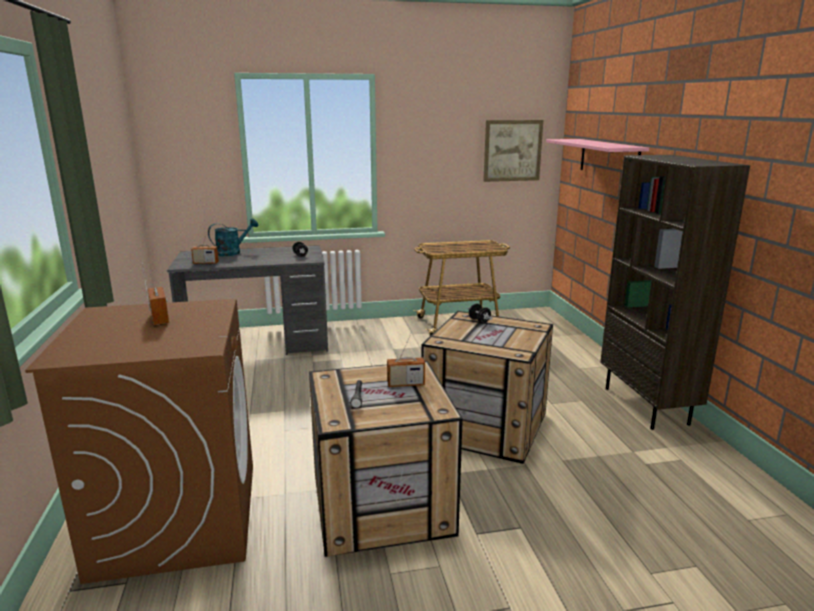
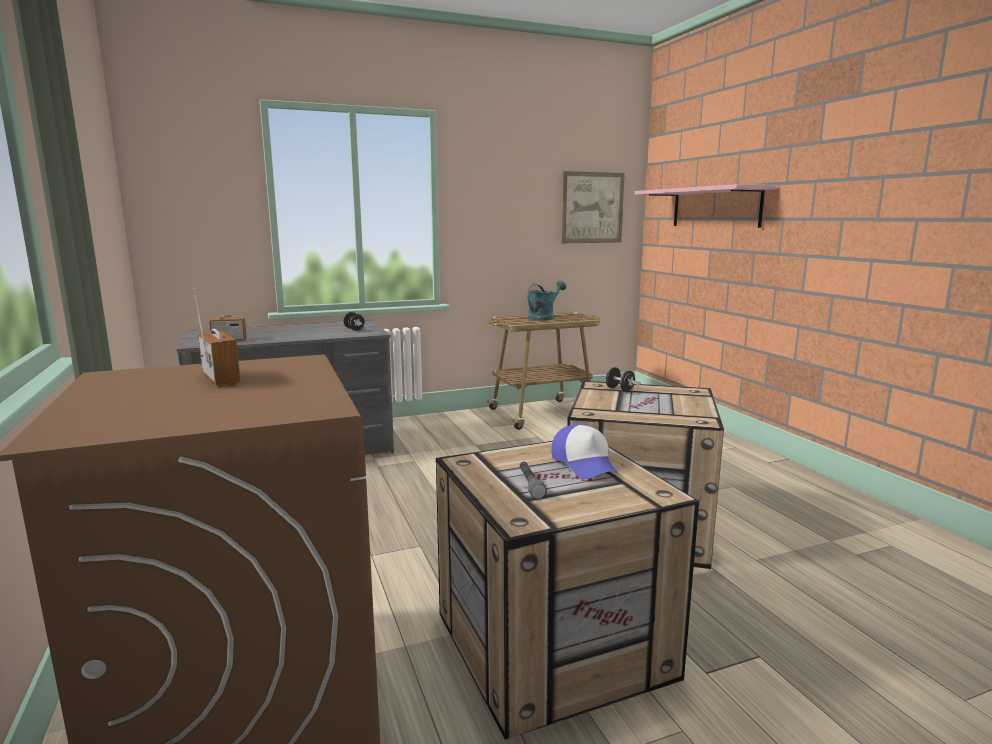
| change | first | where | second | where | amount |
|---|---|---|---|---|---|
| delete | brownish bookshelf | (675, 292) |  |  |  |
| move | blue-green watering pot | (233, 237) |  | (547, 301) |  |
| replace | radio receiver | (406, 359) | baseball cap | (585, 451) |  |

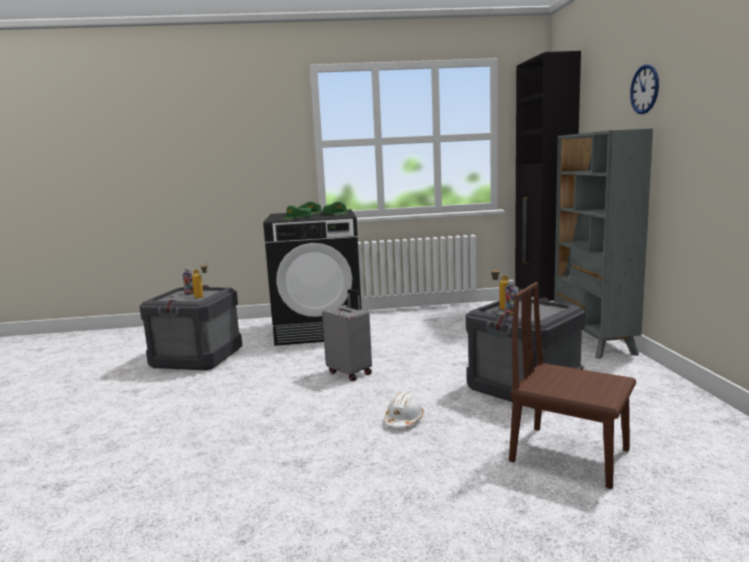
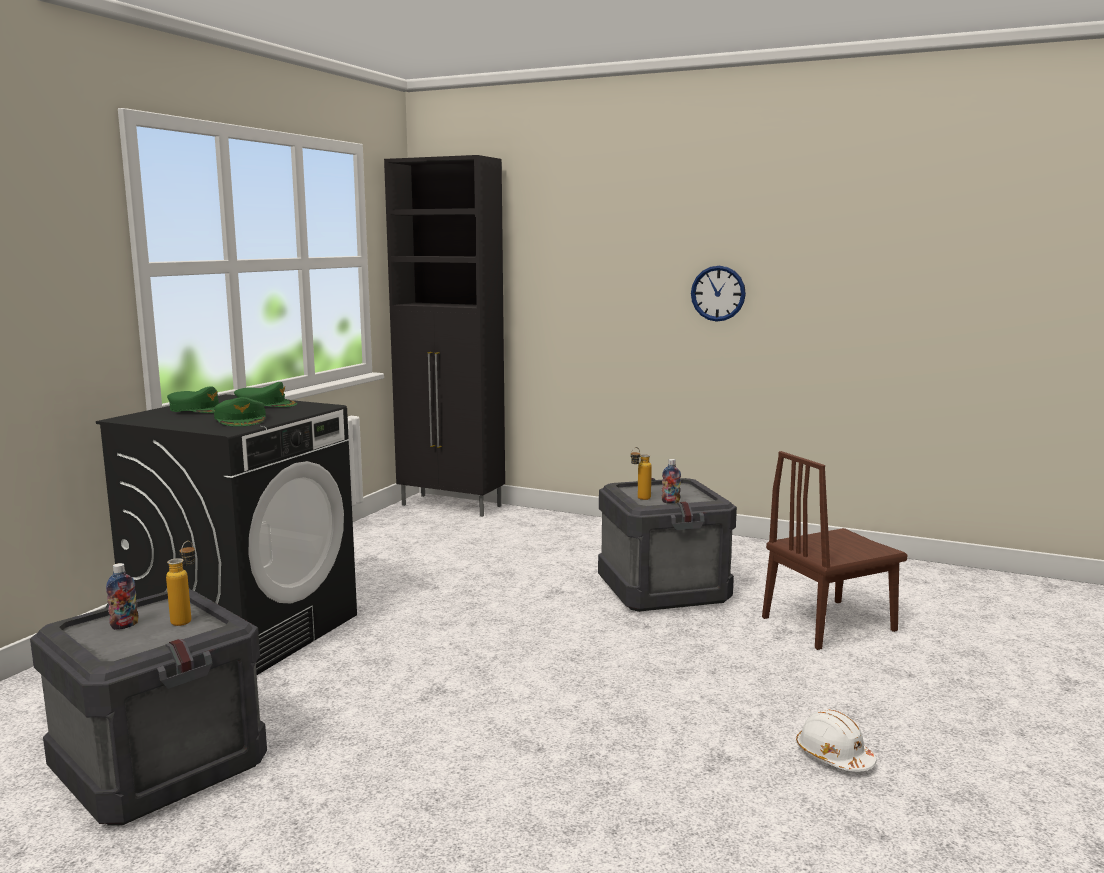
| change | first | where | second | where | amount |
|---|---|---|---|---|---|
| move | hanging clock | (644, 89) |  | (718, 294) |  |
| delete | grey bookshelf | (603, 243) |  |  |  |
| delete | grey suitcase | (347, 335) |  |  |  |
| move | white-coloured work helmet | (404, 410) |  | (836, 741) |  |

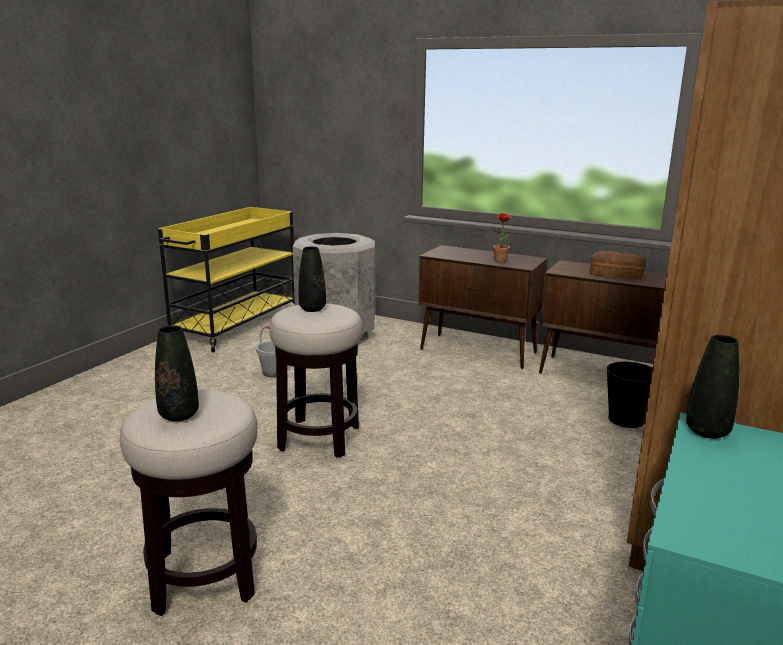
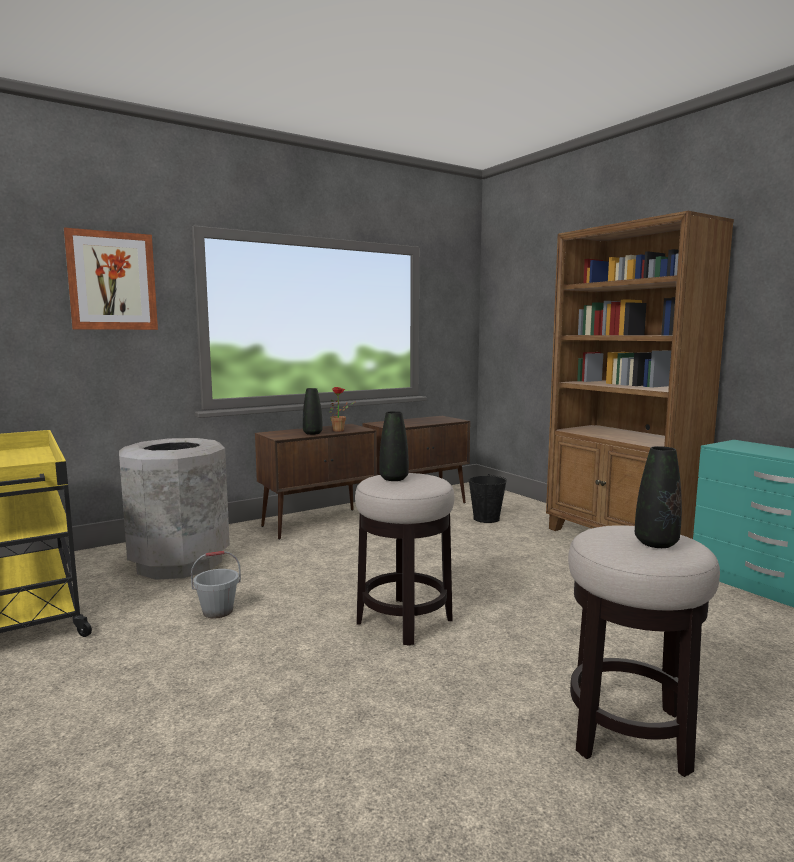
| change | first | where | second | where | amount |
|---|---|---|---|---|---|
| delete | bread | (618, 265) |  |  |  |
| move | black-coloured flower vase | (712, 387) |  | (312, 411) |  |
| insert |  |  | wall picture | (111, 278) |  |

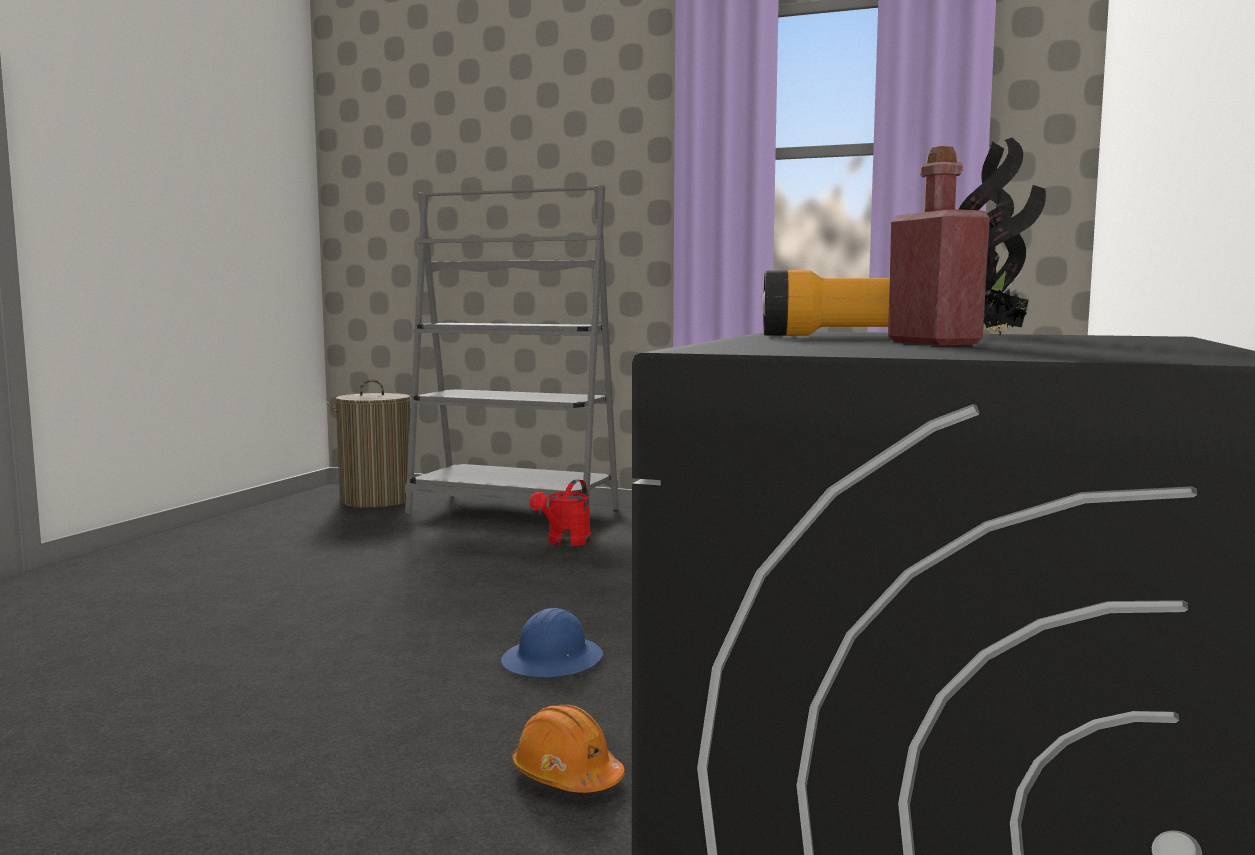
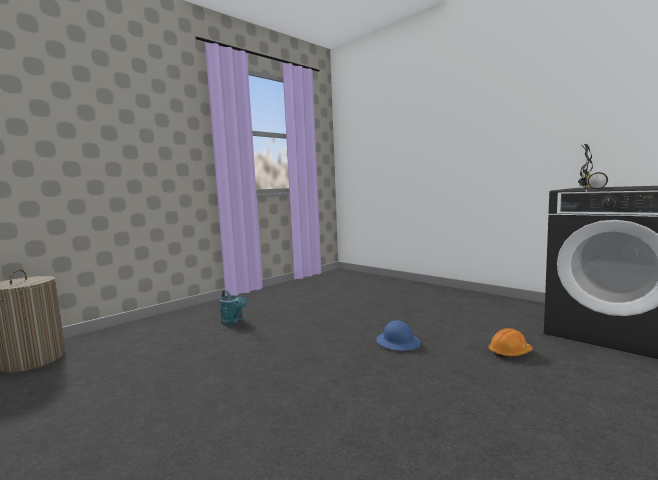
| change | first | where | second | where | amount |
|---|---|---|---|---|---|
| delete | red-coloured beverage bottle | (939, 245) |  |  |  |
| delete | grey bookshelf | (512, 349) |  |  |  |
| recolor | red-coloured watering pot | (560, 512) | blue-green watering pot | (233, 307) |  |

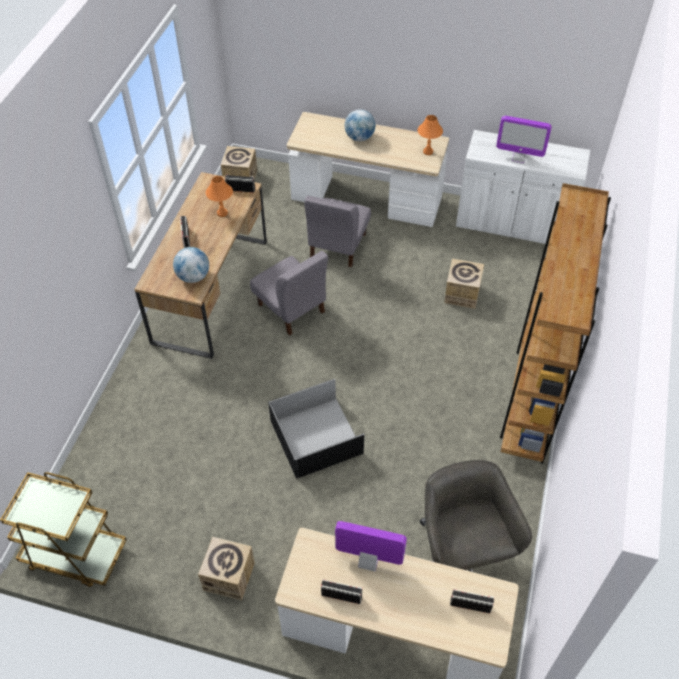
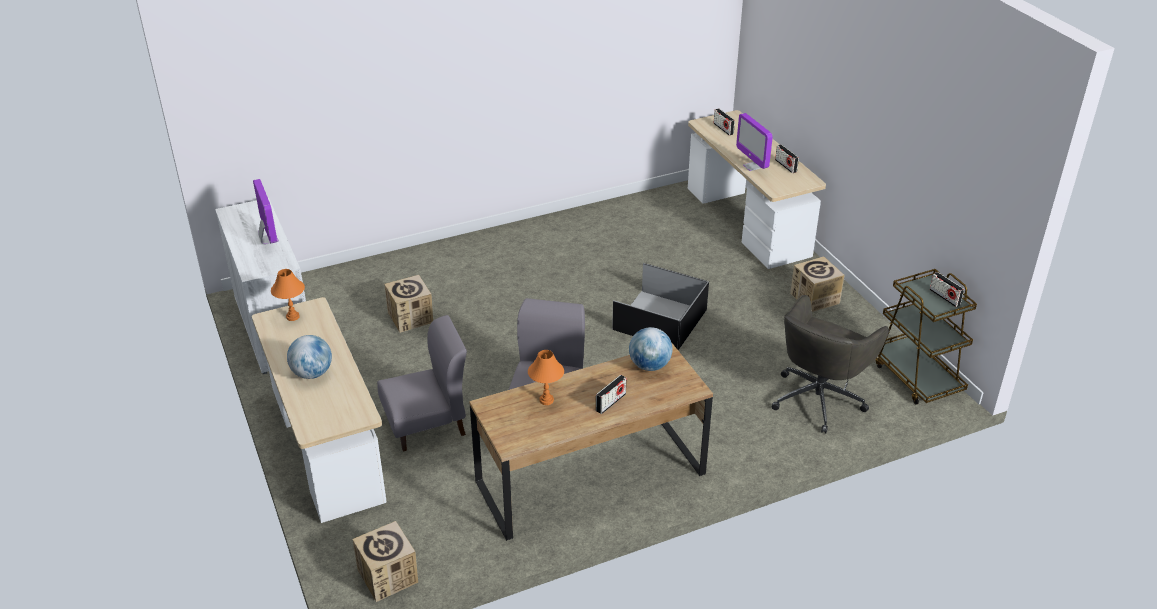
| change | first | where | second | where | amount |
|---|---|---|---|---|---|
| move | radio receiver | (240, 183) |  | (947, 289) |  |
| delete | brownish bookshelf | (555, 323) |  |  |  |
| move | grey computer chair | (476, 516) |  | (831, 364) |  |

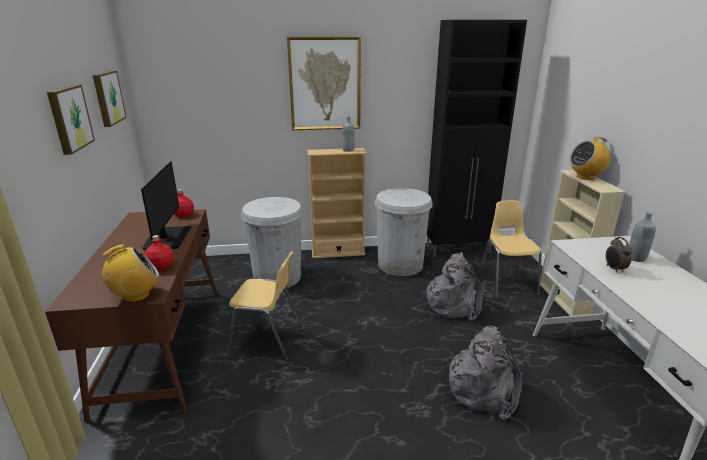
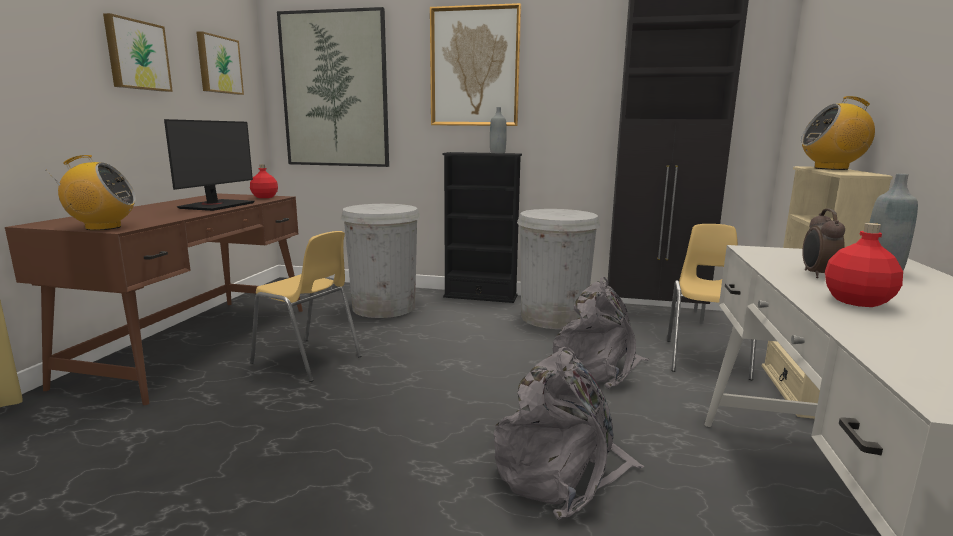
| change | first | where | second | where | amount |
|---|---|---|---|---|---|
| recolor | beige-coloured bookshelf | (337, 203) | black-coloured bookshelf | (482, 227) |  |
| move | red-coloured beverage bottle | (159, 253) |  | (864, 265) |  |
| insert |  |  | wall picture | (333, 87) |  |

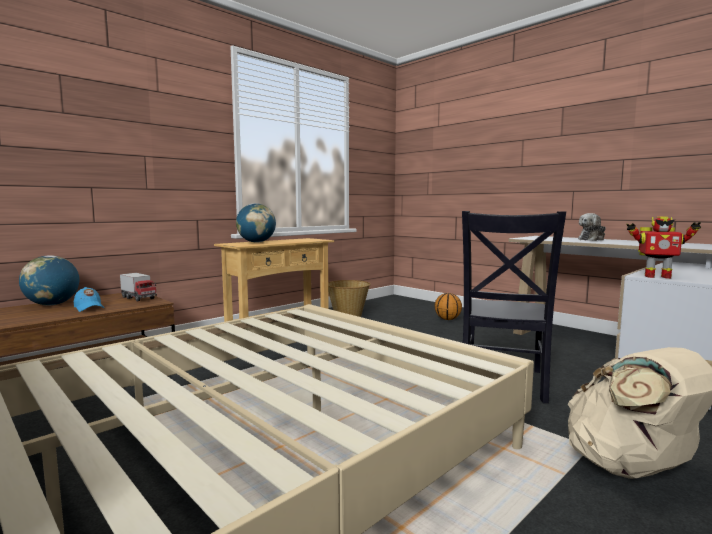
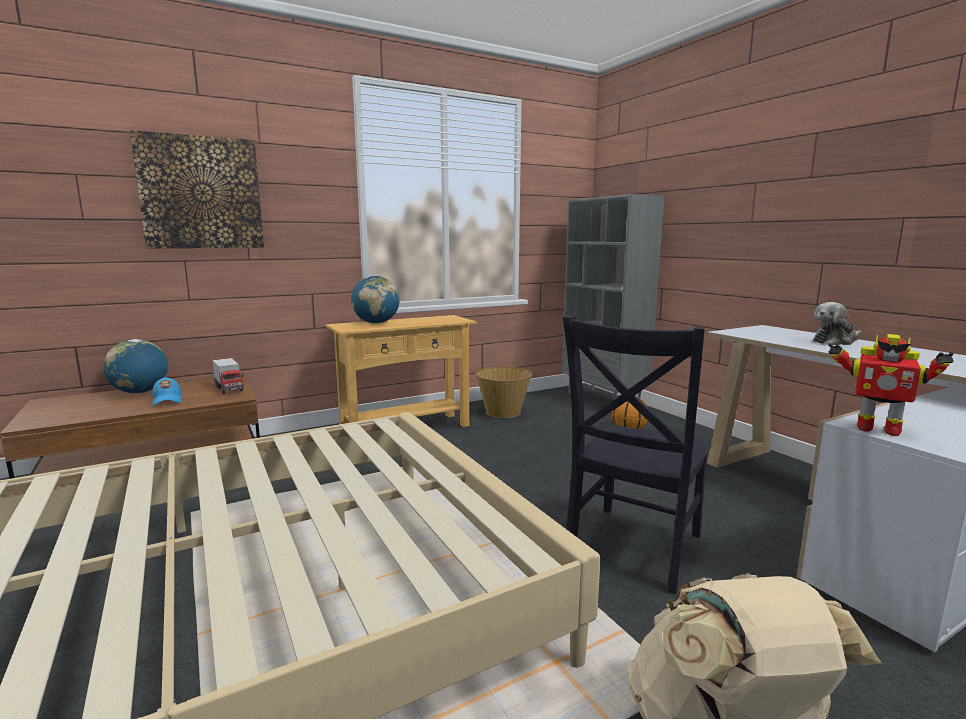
| change | first | where | second | where | amount |
|---|---|---|---|---|---|
| insert |  |  | wall picture | (197, 189) |  |
| insert |  |  | grey bookshelf | (613, 297) |  |

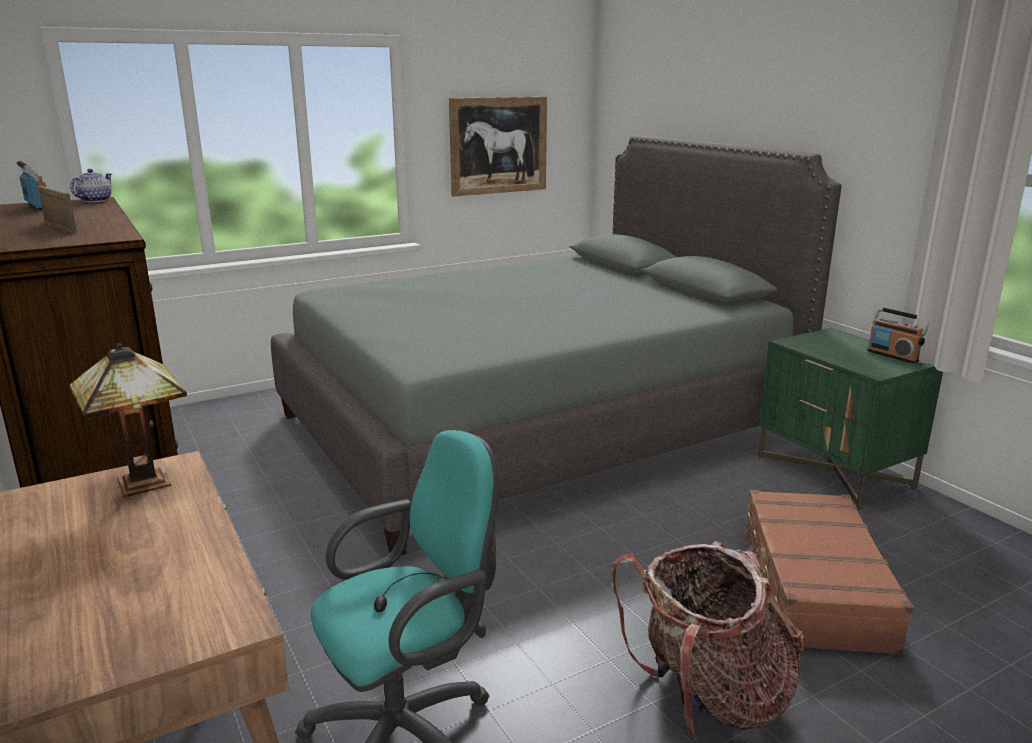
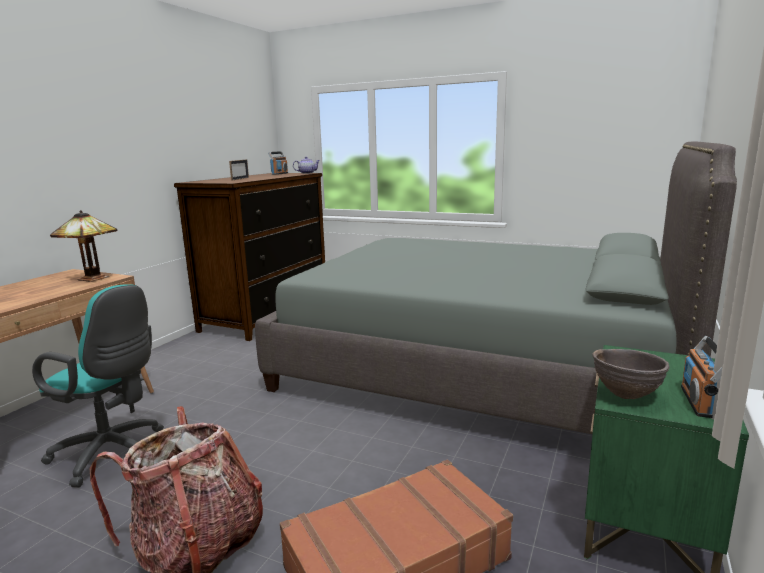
| change | first | where | second | where | amount |
|---|---|---|---|---|---|
| delete | wall picture | (498, 147) |  |  |  |
| insert |  |  | brownish serving bowl | (631, 374) |  |

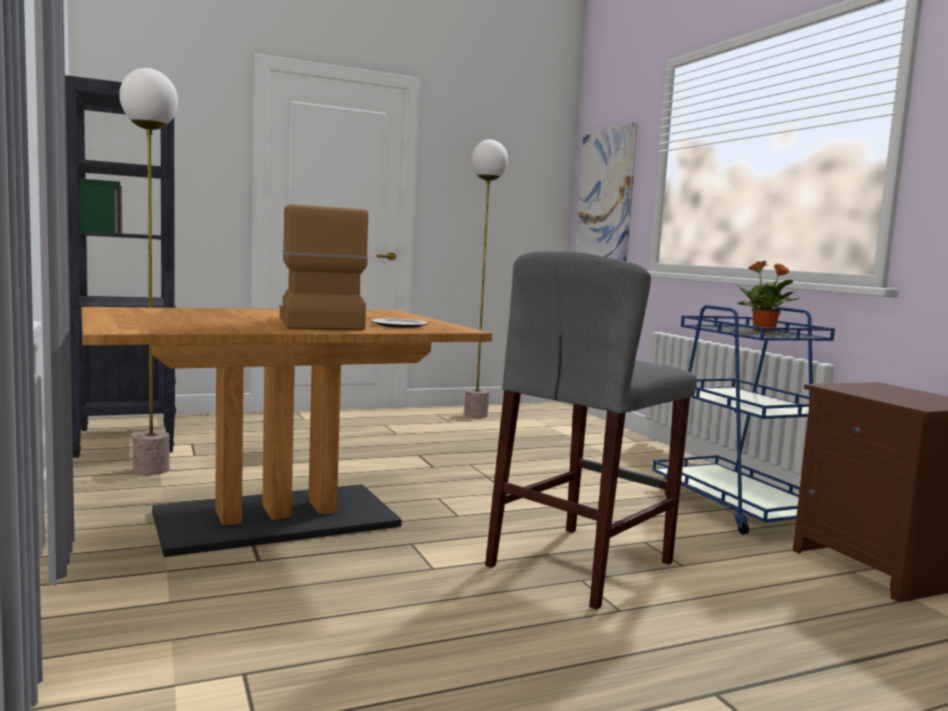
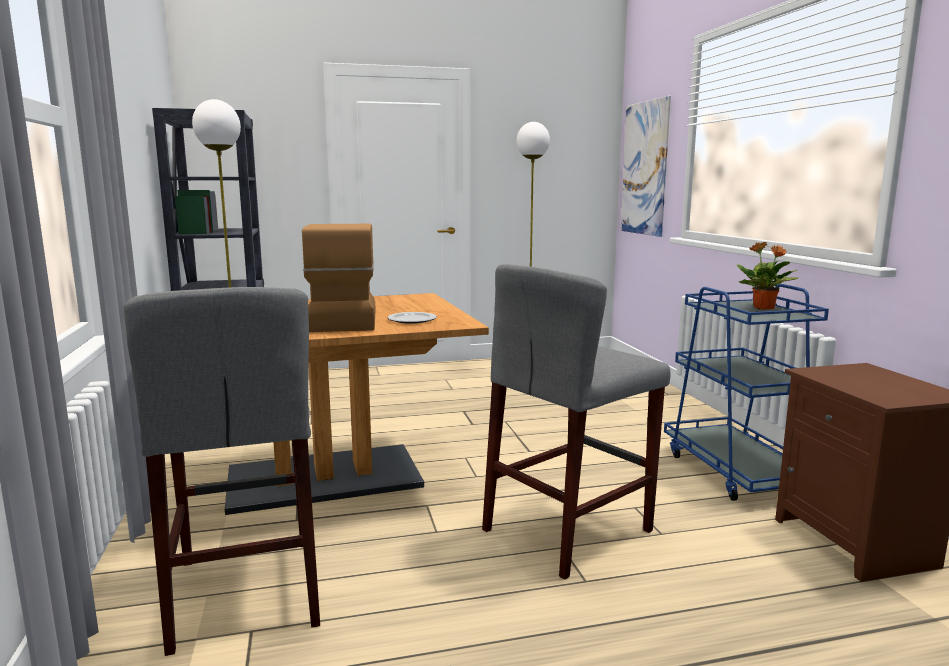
| change | first | where | second | where | amount |
|---|---|---|---|---|---|
| insert |  |  | grey stool seat | (222, 471) |  |

